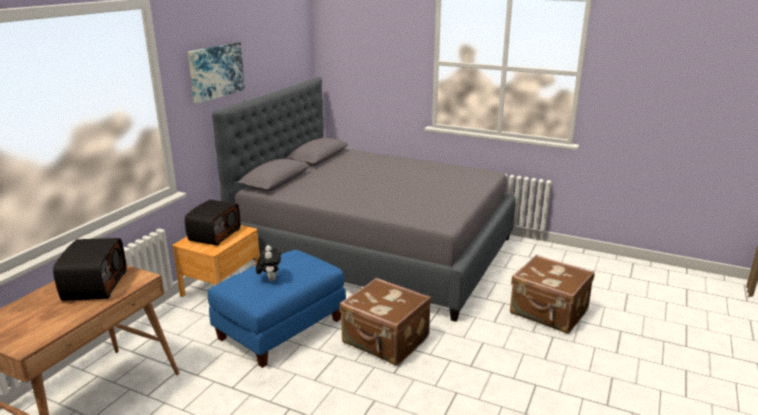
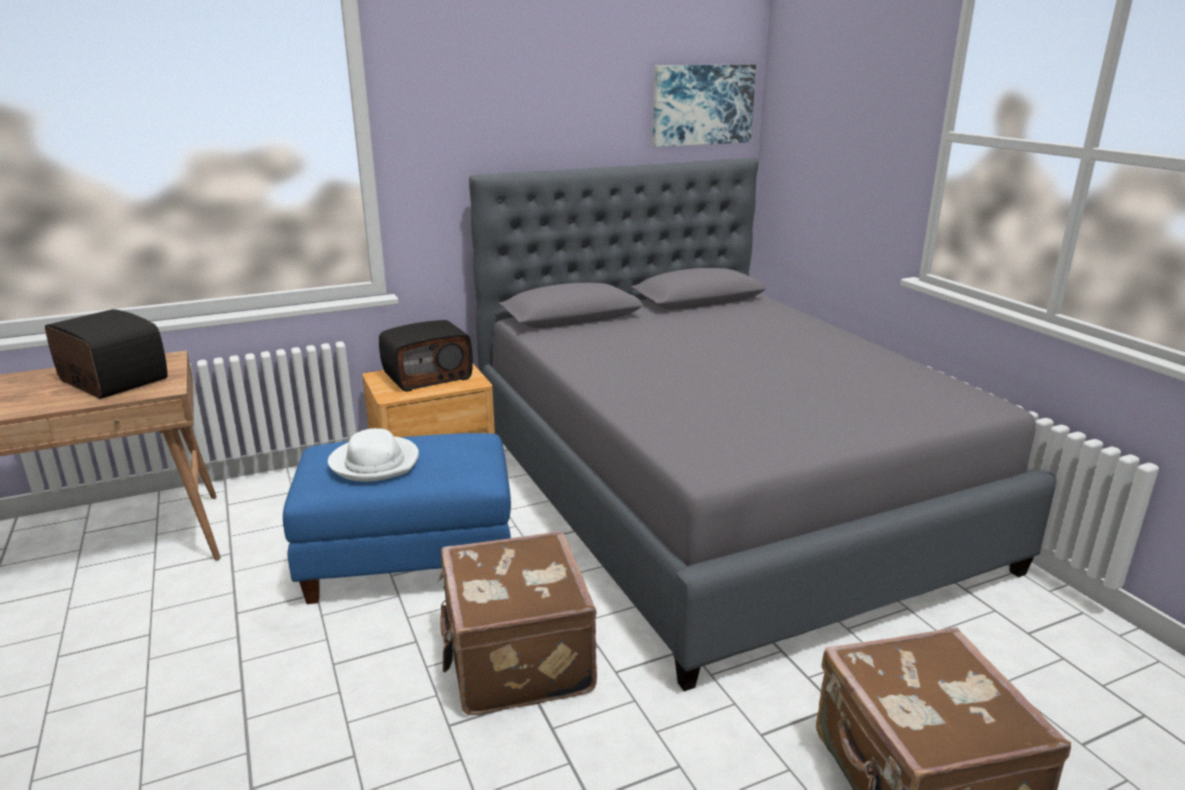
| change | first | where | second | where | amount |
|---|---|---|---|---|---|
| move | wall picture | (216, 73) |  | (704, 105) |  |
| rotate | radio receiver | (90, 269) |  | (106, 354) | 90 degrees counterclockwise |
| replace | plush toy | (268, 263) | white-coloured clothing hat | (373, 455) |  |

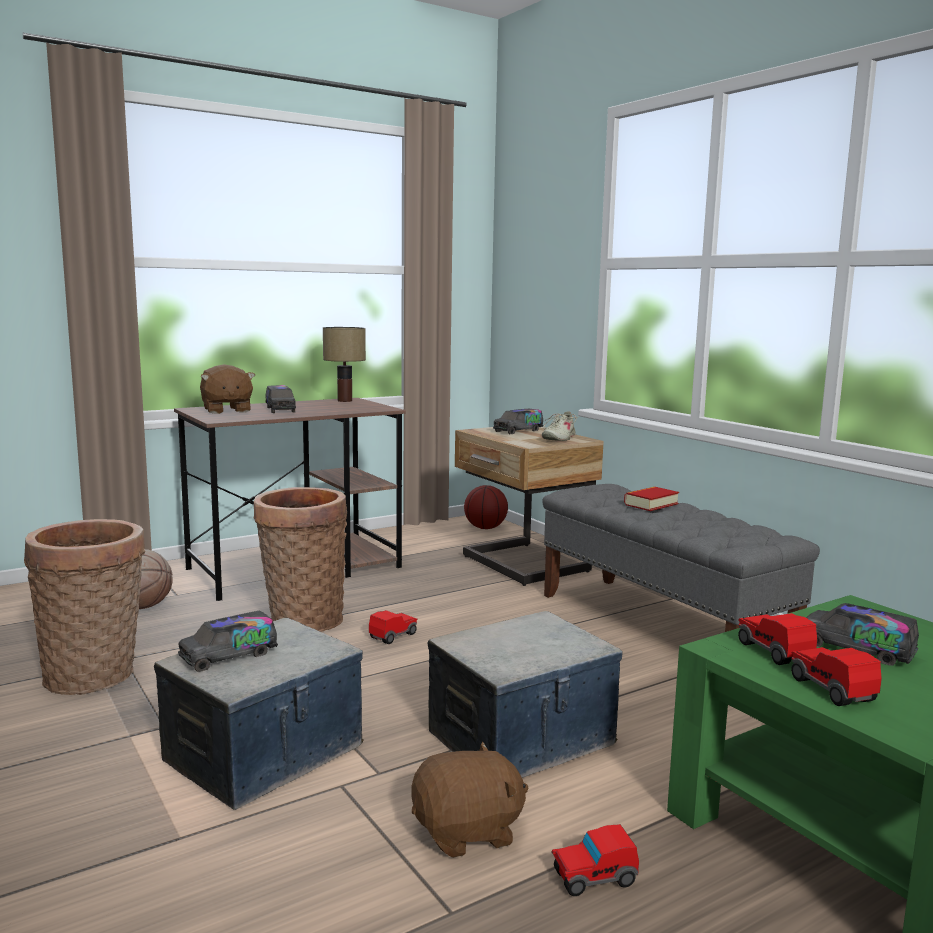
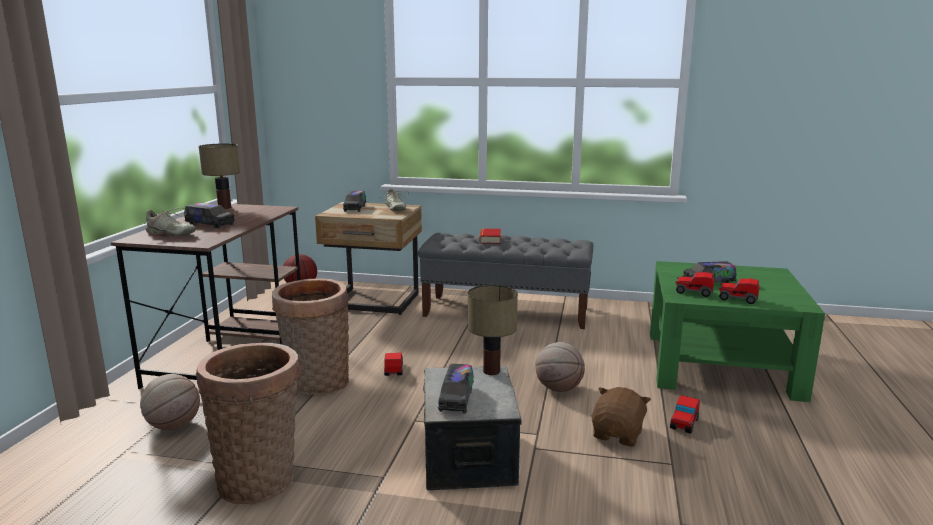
| change | first | where | second | where | amount |
|---|---|---|---|---|---|
| replace | brownish plush toy | (227, 389) | beige-coloured low shoe | (170, 221) |  |
| replace | storage bin | (525, 694) | basketball ball | (560, 367) |  |
| insert |  |  | tabletop lamp | (493, 330) |  |

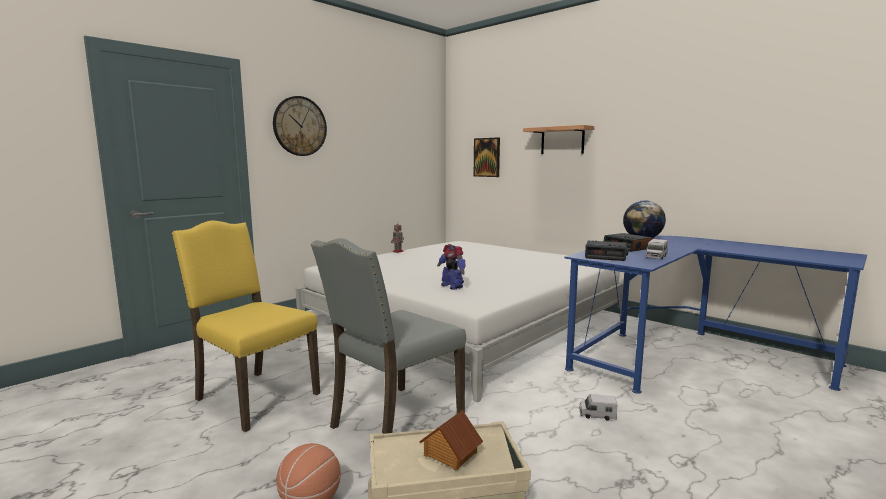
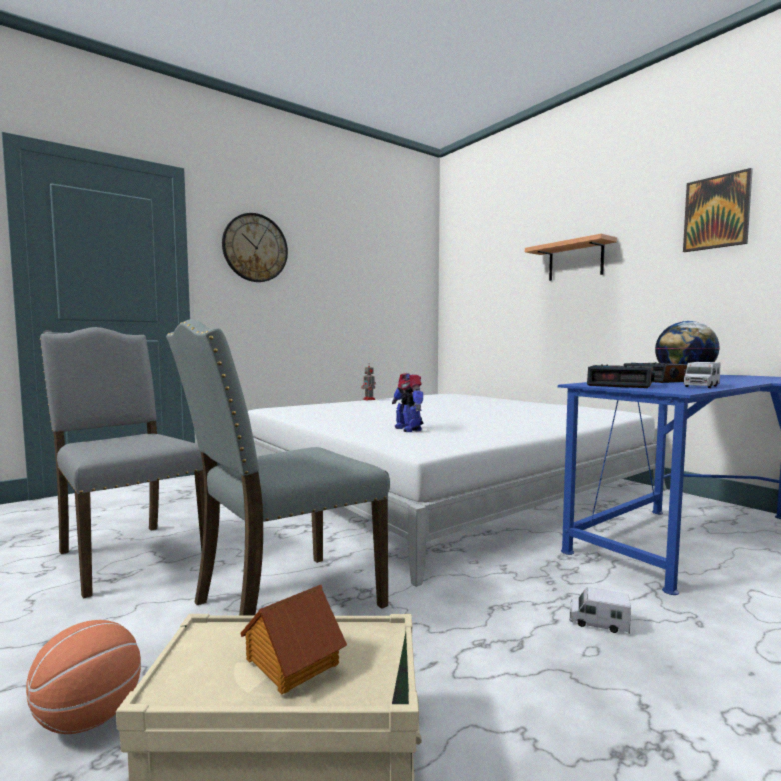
| change | first | where | second | where | amount |
|---|---|---|---|---|---|
| move | wall picture | (487, 157) |  | (718, 210) |  |
| recolor | yellow-coloured chair | (246, 326) | grey chair | (122, 462) |  |

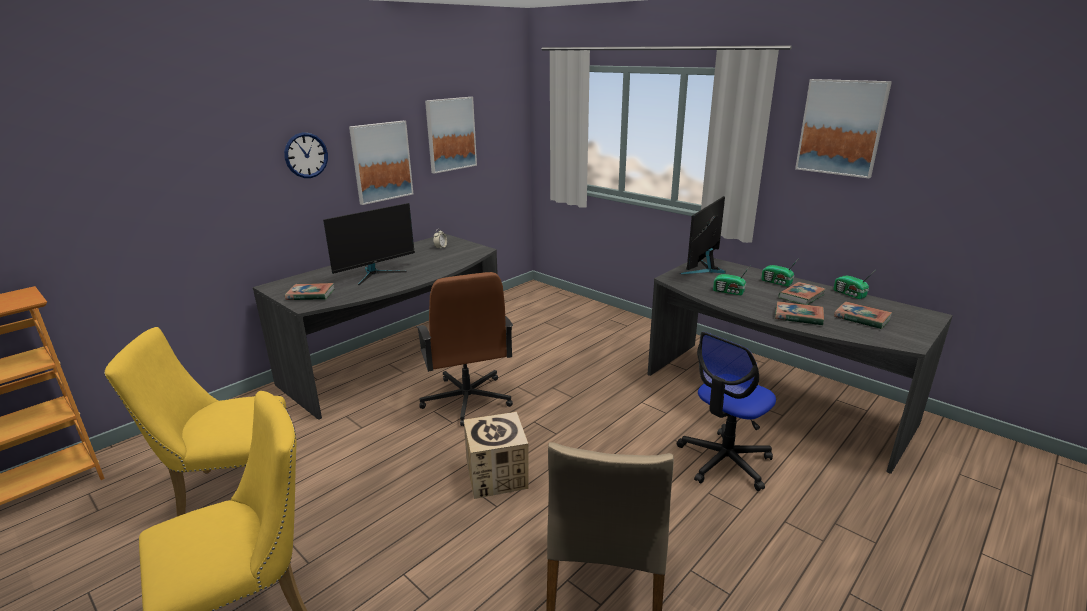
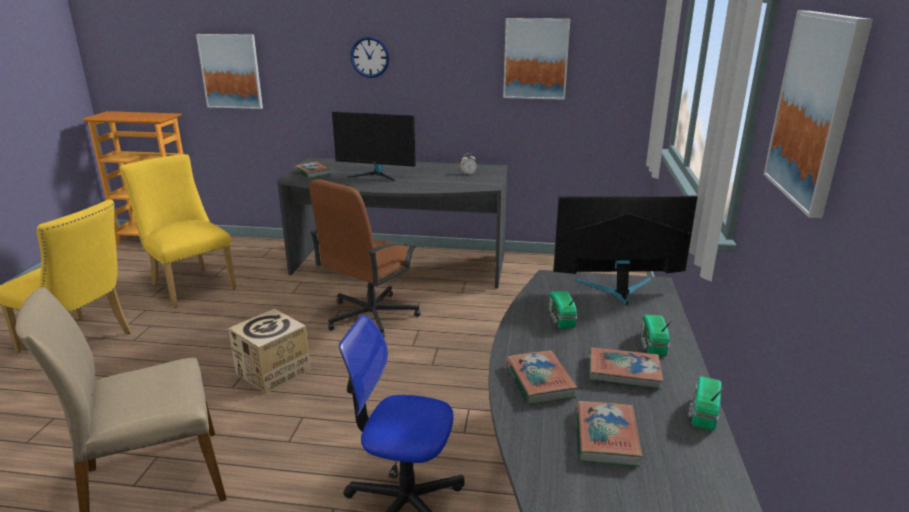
| change | first | where | second | where | amount |
|---|---|---|---|---|---|
| move | wall picture | (381, 163) |  | (229, 71) |  |

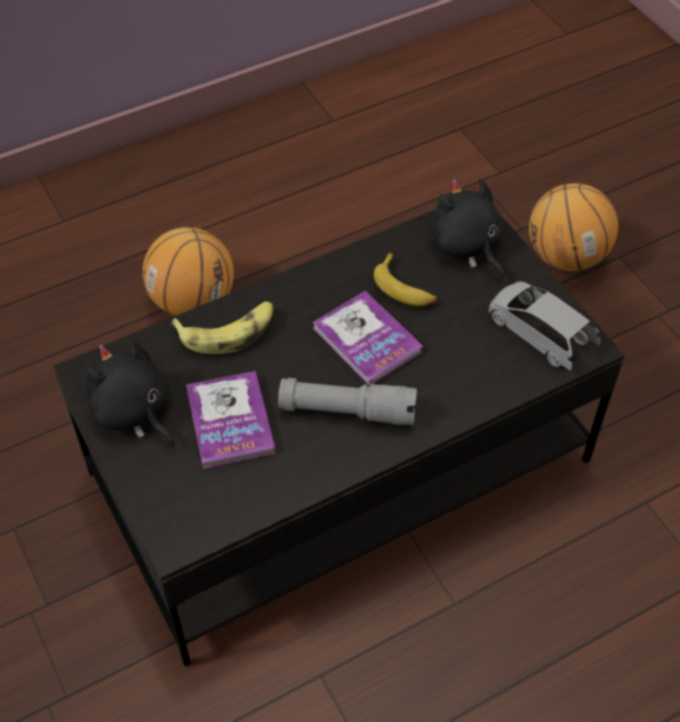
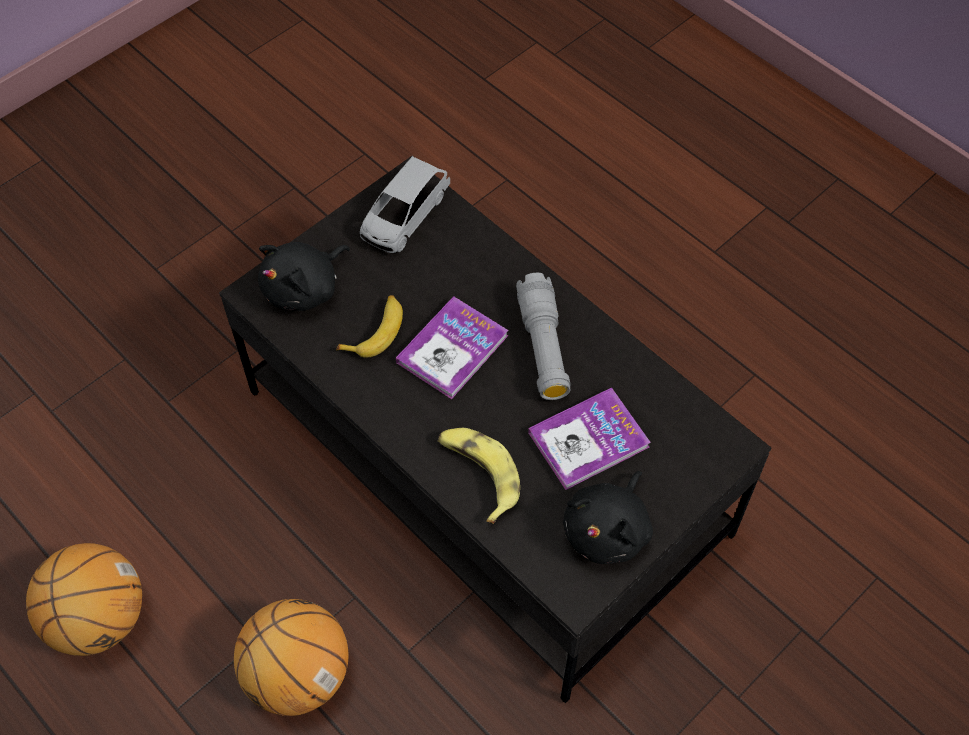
| change | first | where | second | where | amount |
|---|---|---|---|---|---|
| move | basketball ball | (573, 227) |  | (84, 599) |  |

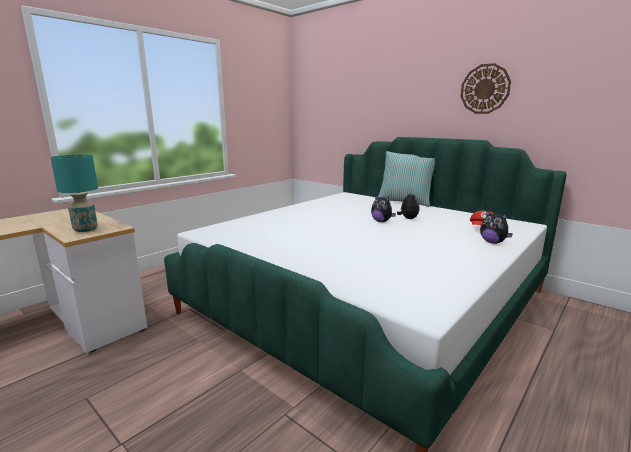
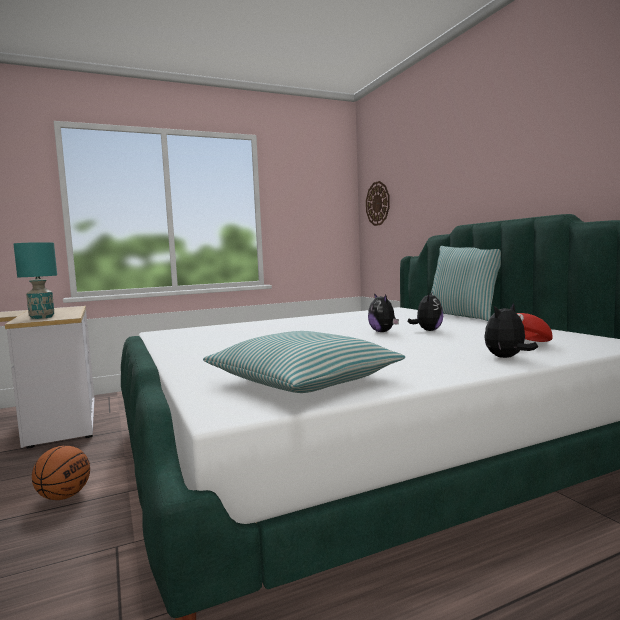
| change | first | where | second | where | amount |
|---|---|---|---|---|---|
| move | hanging clock | (485, 88) |  | (378, 203) |  |
| rotate | plush toy | (496, 227) |  | (511, 330) | 75 degrees clockwise |
| insert |  |  | throw pillow | (304, 362) |  |
| insert |  |  | basketball ball | (61, 473) |  |

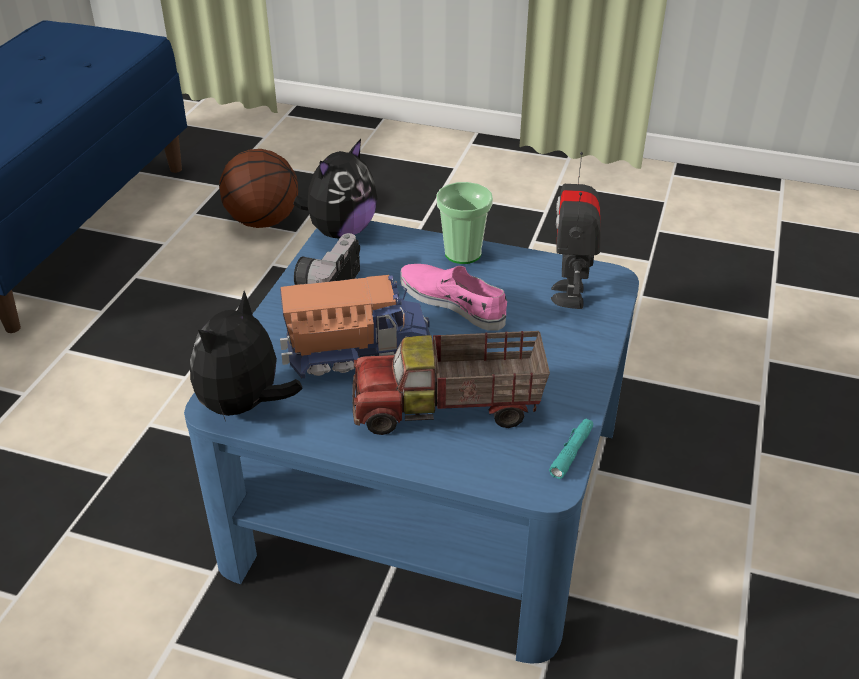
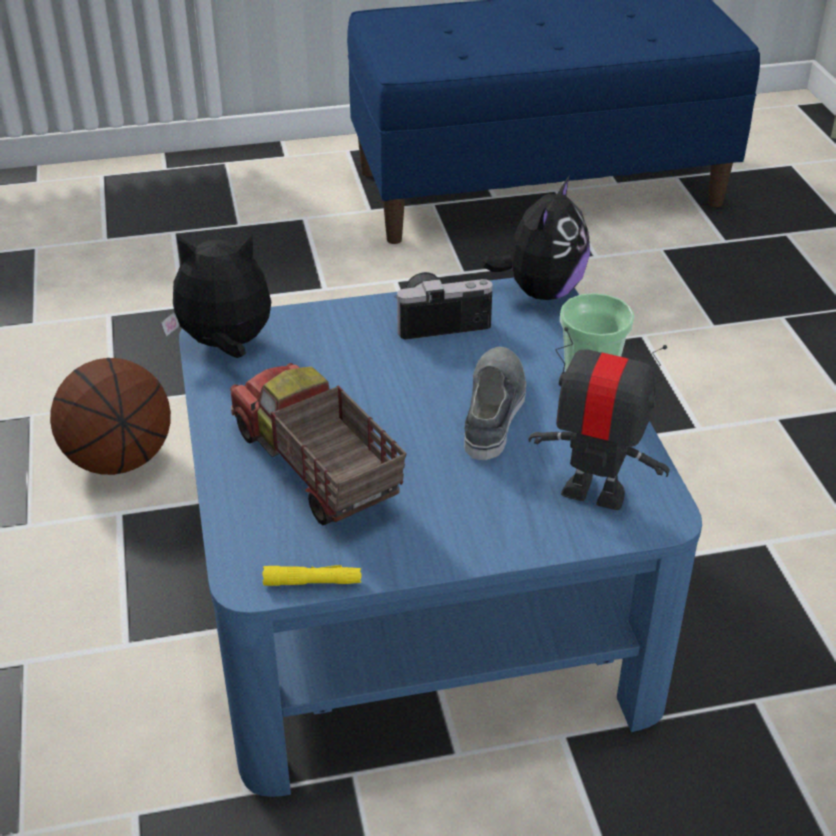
| change | first | where | second | where | amount |
|---|---|---|---|---|---|
| rotate | plush toy | (335, 189) |  | (536, 238) | 75 degrees counterclockwise |
| move | basketball ball | (258, 188) |  | (110, 416) |  |
| rotate | model robot | (576, 230) |  | (599, 418) | 45 degrees clockwise |
| recolor | pinkish low shoe | (453, 297) | grey low shoe | (495, 403) |  |
| delete | toy truck | (355, 327) |  |  |  |
| recolor | blue-green hand torch | (571, 449) | yellow-coloured hand torch | (312, 575) |  |

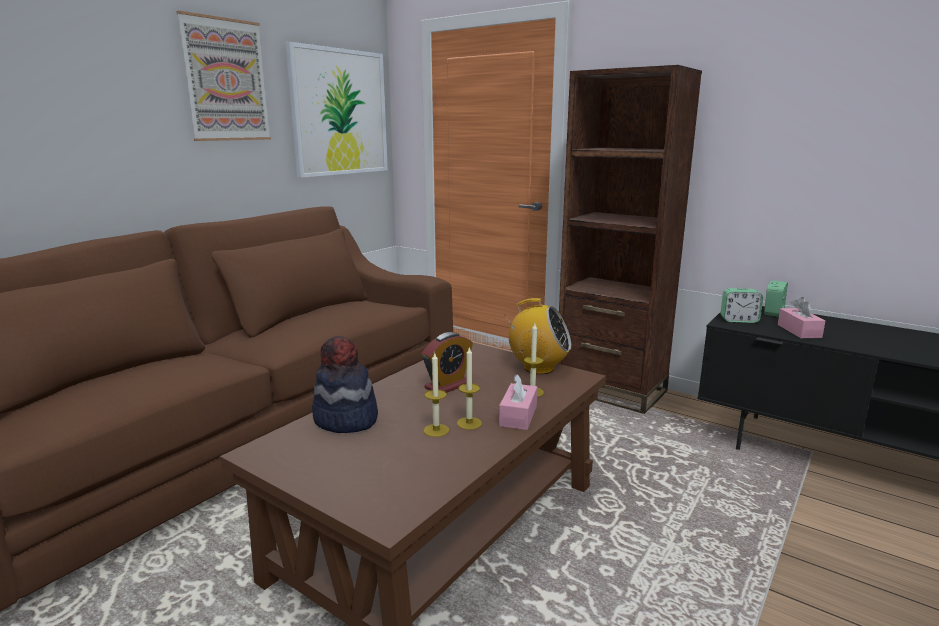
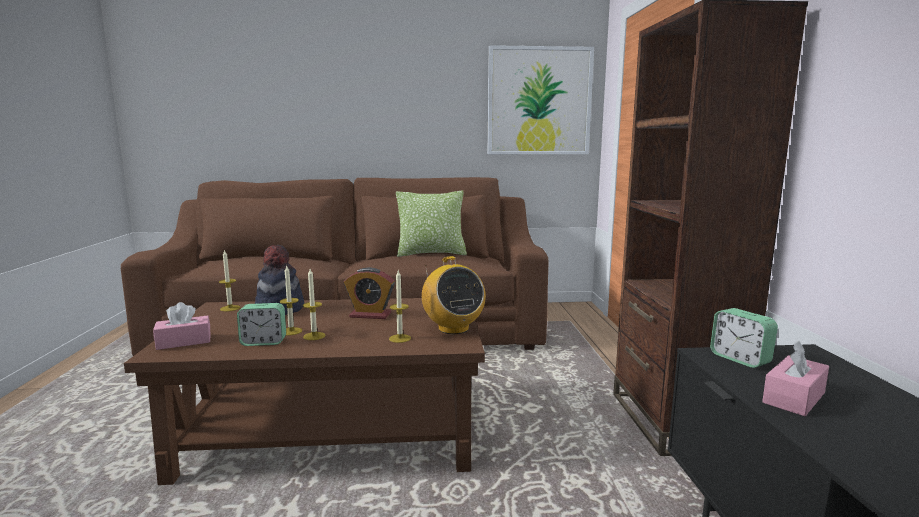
| change | first | where | second | where | amount |
|---|---|---|---|---|---|
| delete | wall picture | (223, 76) |  |  |  |
| move | bedside clock | (776, 299) |  | (261, 324) |  |
| move | pinkish tissue box | (518, 402) |  | (182, 326) |  |
| insert |  |  | throw pillow | (431, 223) |  |
| insert |  |  | wax candle | (229, 280) |  |

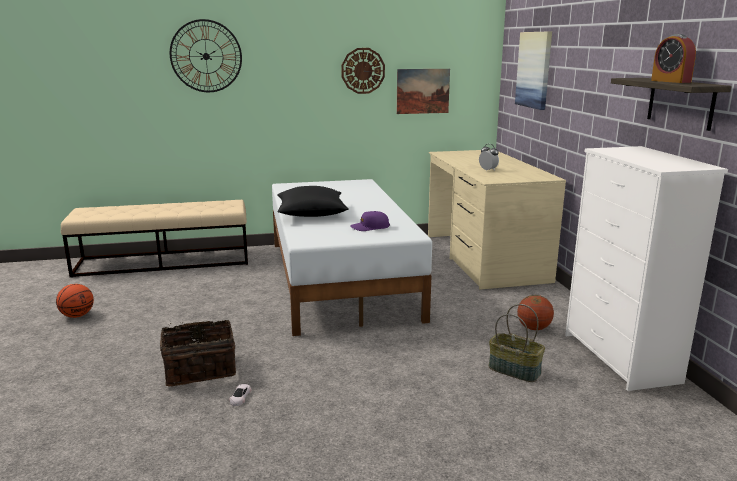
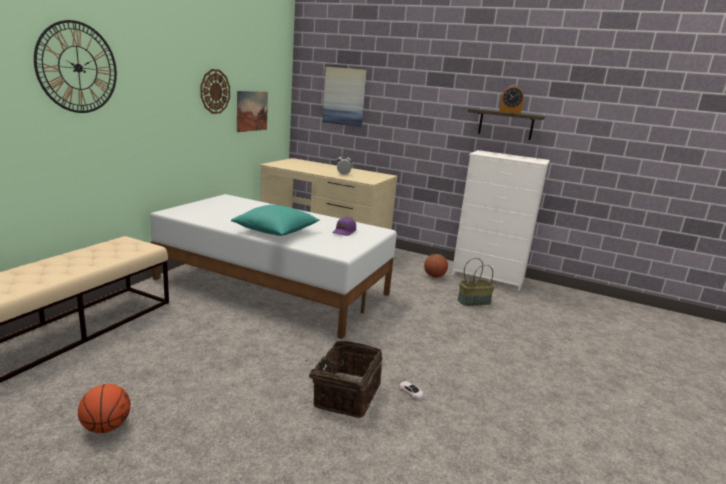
| change | first | where | second | where | amount |
|---|---|---|---|---|---|
| recolor | black-coloured throw pillow | (313, 201) | blue-green throw pillow | (275, 220) |  |

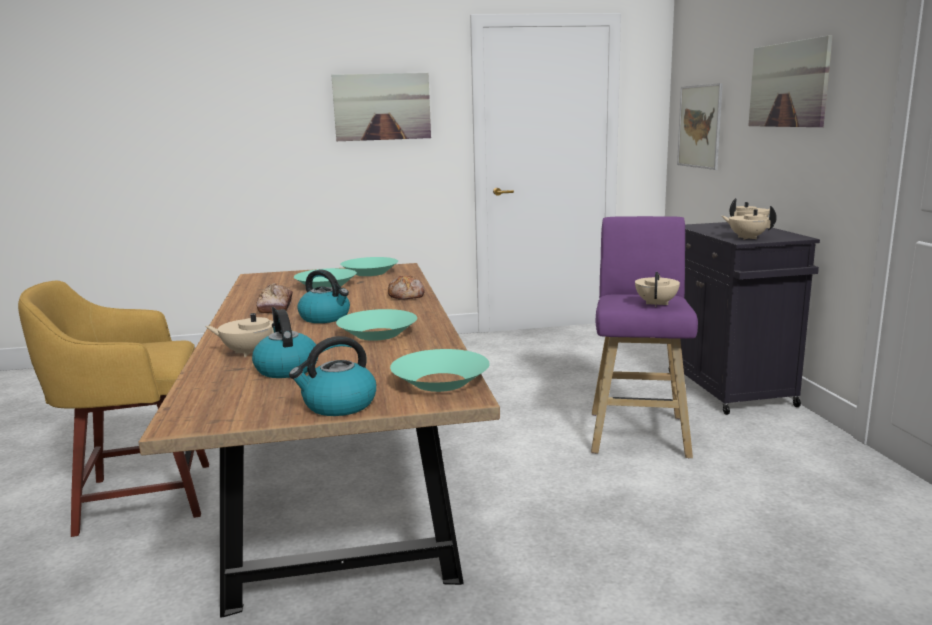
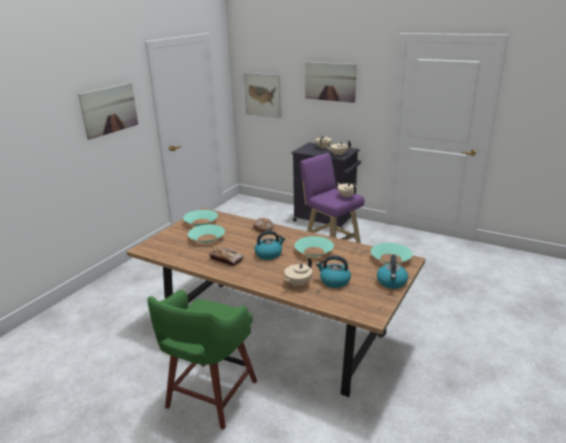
| change | first | where | second | where | amount |
|---|---|---|---|---|---|
| recolor | yellow-coloured stool seat | (113, 408) | greenish stool seat | (202, 360) |  |

